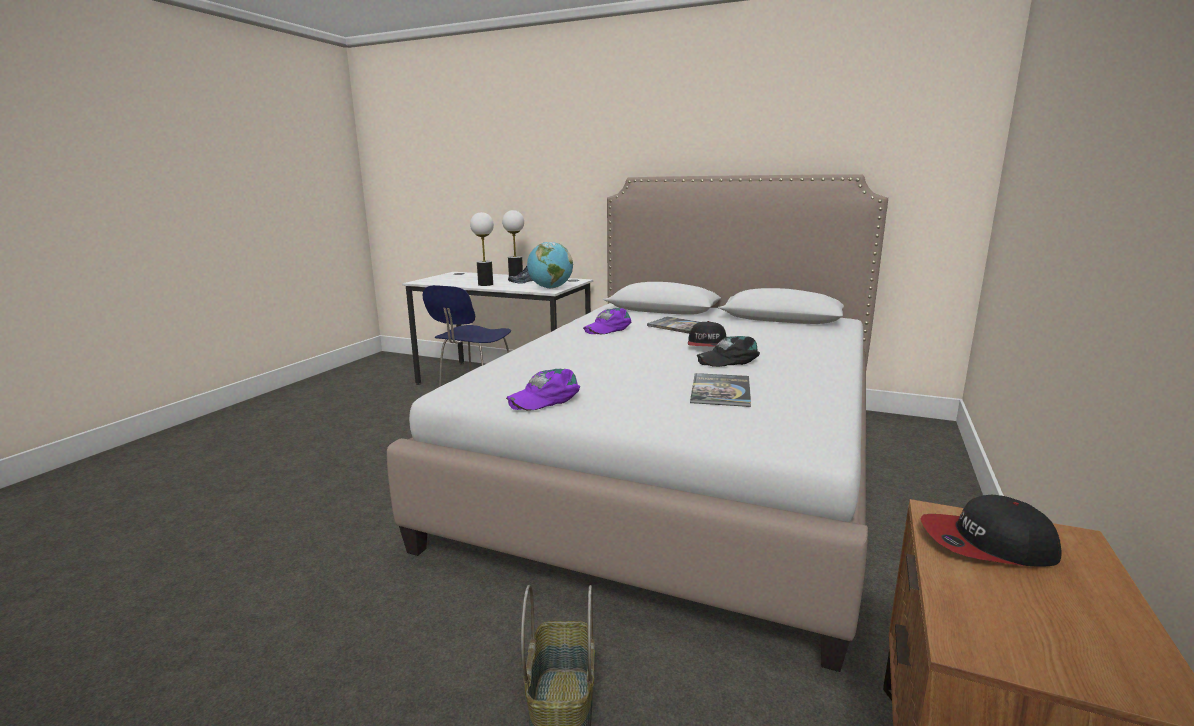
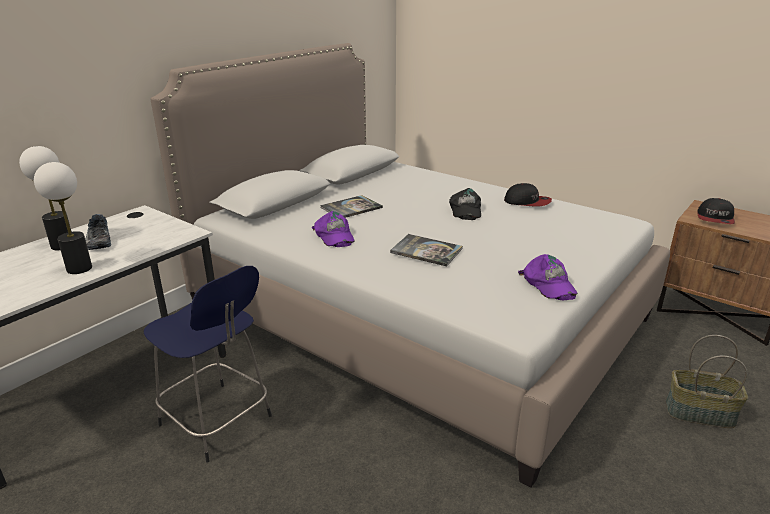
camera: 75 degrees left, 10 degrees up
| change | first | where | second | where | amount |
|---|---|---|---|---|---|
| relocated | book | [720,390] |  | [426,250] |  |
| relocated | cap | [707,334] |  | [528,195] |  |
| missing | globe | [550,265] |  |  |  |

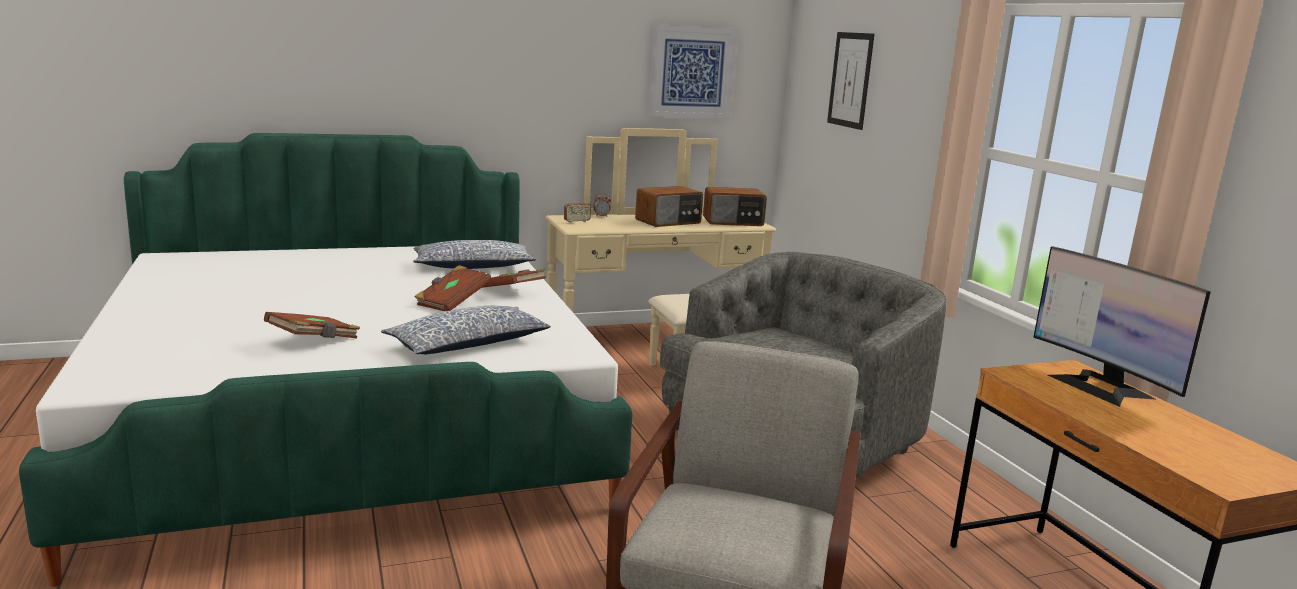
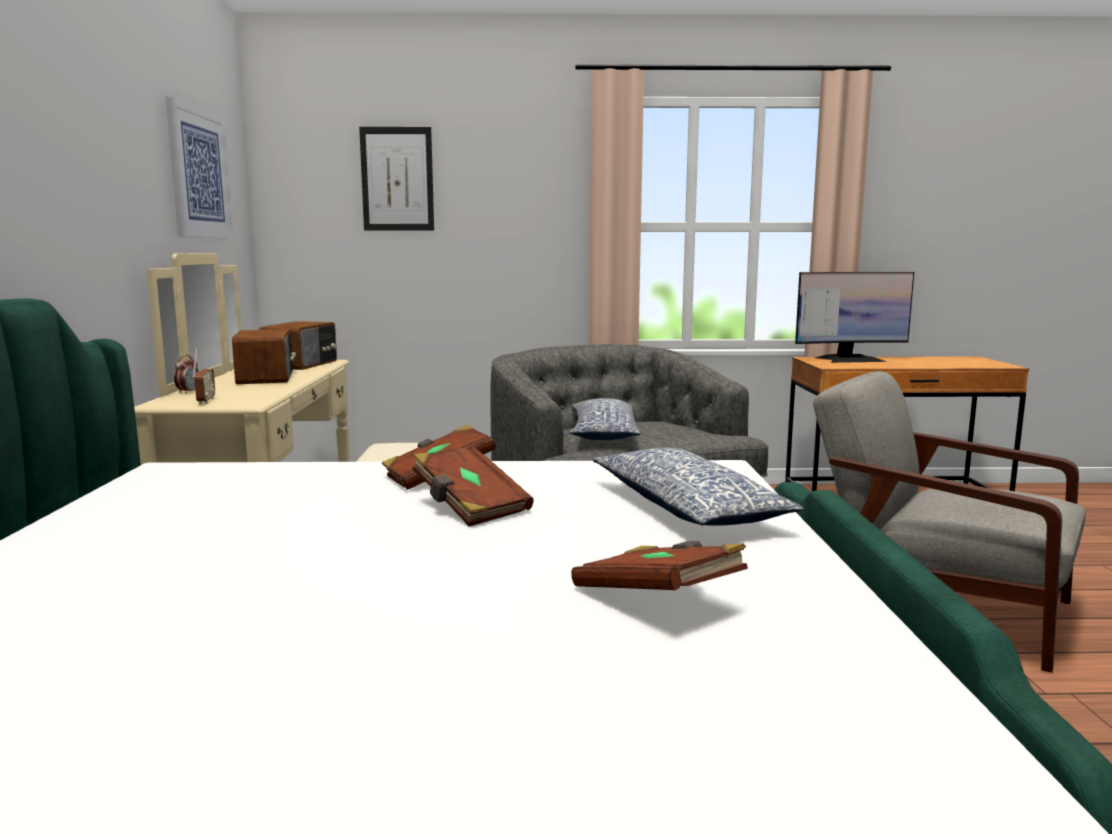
camera: 70 degrees left, 5 degrees down
| change | first | where | second | where | amount |
|---|---|---|---|---|---|
| relocated | pillow | [474,254] |  | [605,419] |  |

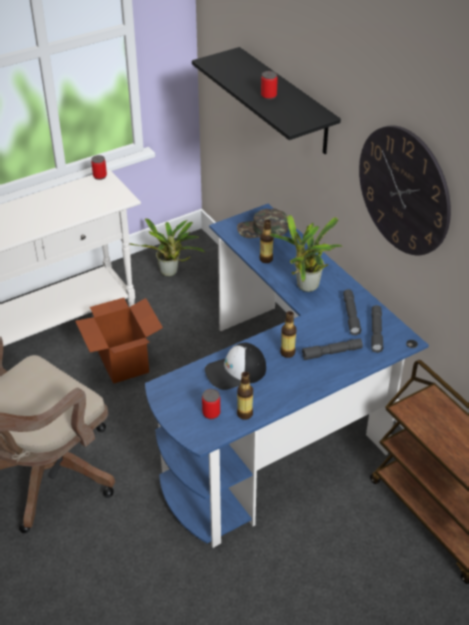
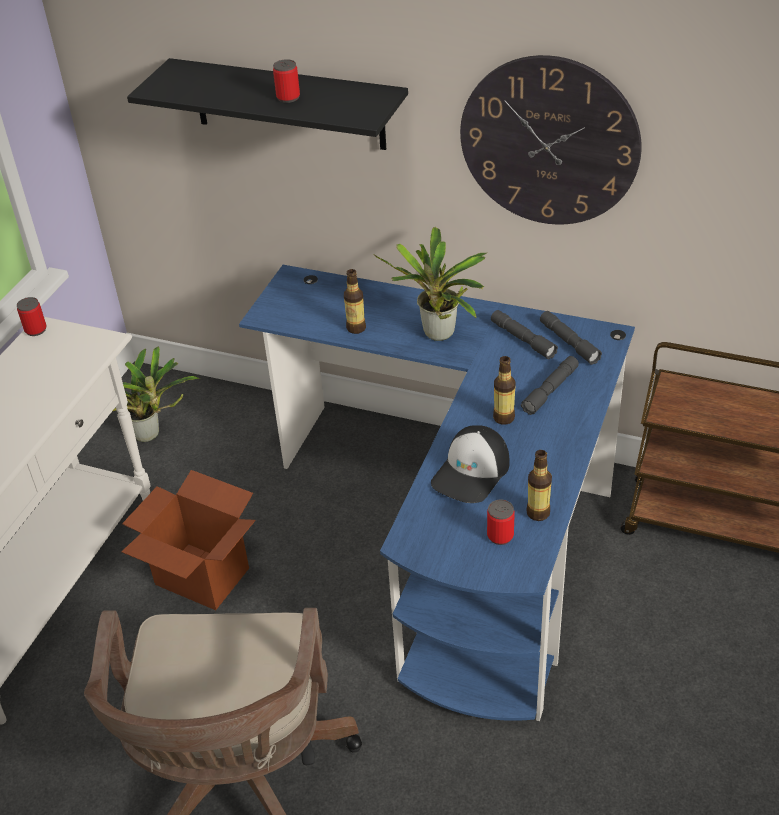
camera: 35 degrees left, 0 degrees up
| change | first | where | second | where | amount |
|---|---|---|---|---|---|
| missing | green cap | [263,223] |  |  |  |

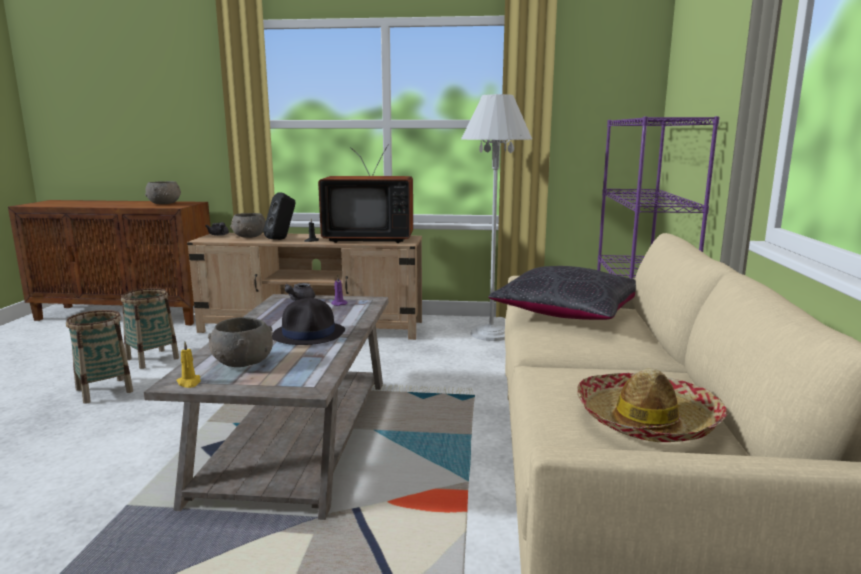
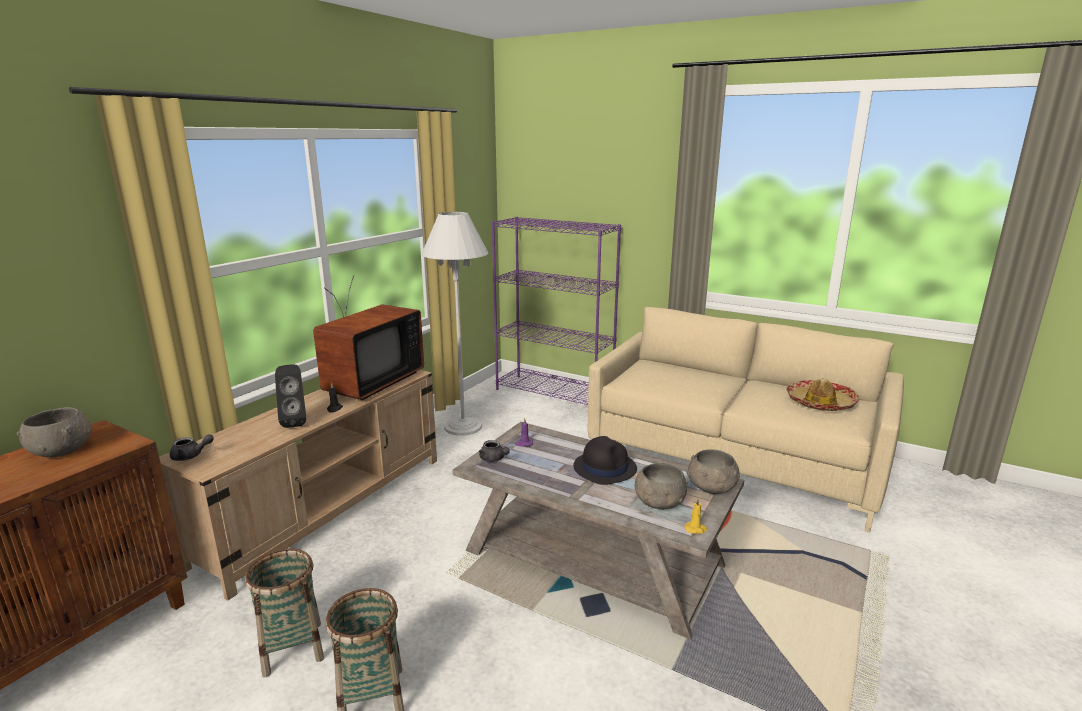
camera: 65 degrees left, 5 degrees up
| change | first | where | second | where | amount |
|---|---|---|---|---|---|
| relocated | grey bowl | [248,225] |  | [713,471] |  |
| missing | black pillow | [562,293] |  |  |  |

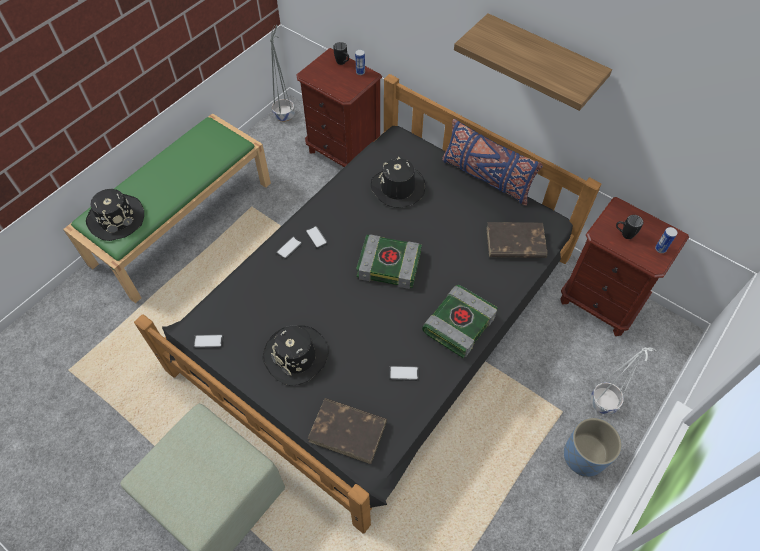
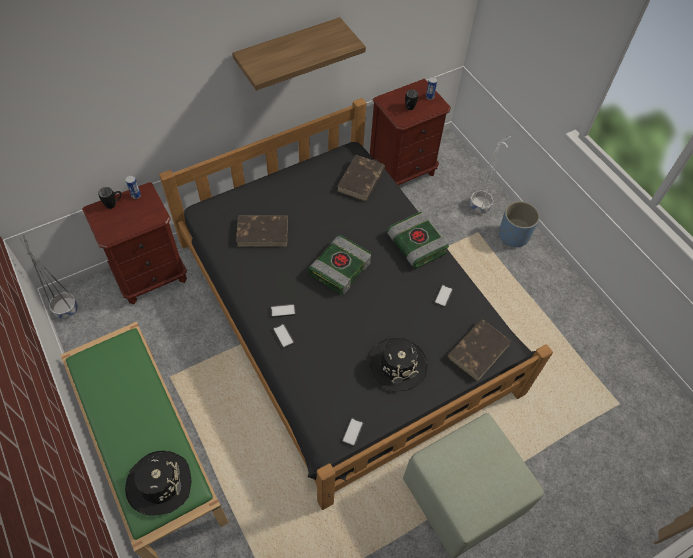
camera: 70 degrees left, 0 degrees up
| change | first | where | second | where | amount |
|---|---|---|---|---|---|
| exchanged | black hat | [398,182] | brown book | [262,231] |  |
| missing | blue pillow | [492,162] |  |  |  |

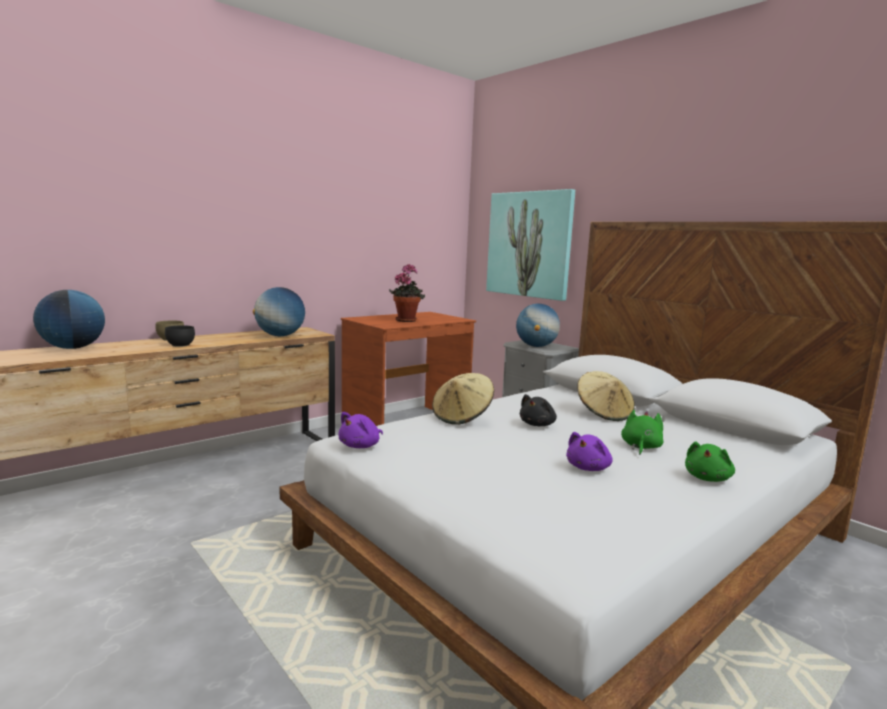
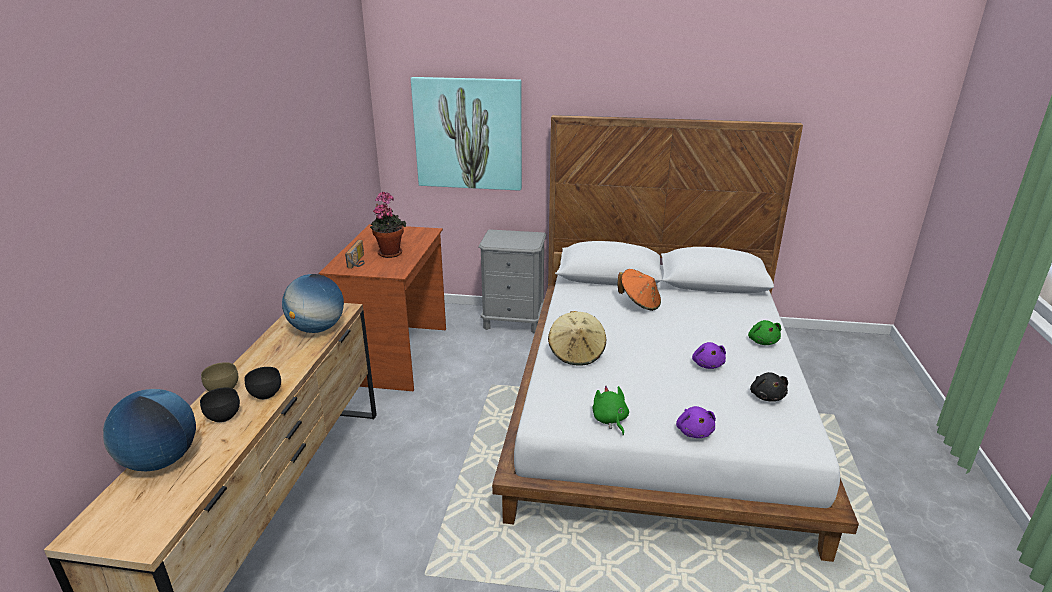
camera: 40 degrees left, 15 degrees up
| change | first | where | second | where | amount |
|---|---|---|---|---|---|
| appeared |  |  | black bowl | [220,405] |  |
| appeared |  |  | radio | [355,254] |  |
| relocated | green plush toy | [642,432] |  | [610,410] |  |
| colour | beige hat | [606,396] | orange hat | [639,290] |  |
| relocated | purple plush toy | [360,430] |  | [696,422] |  |
| relocated | black plush toy | [538,410] |  | [769,387] |  |
| missing | globe | [538,325] |  |  |  |

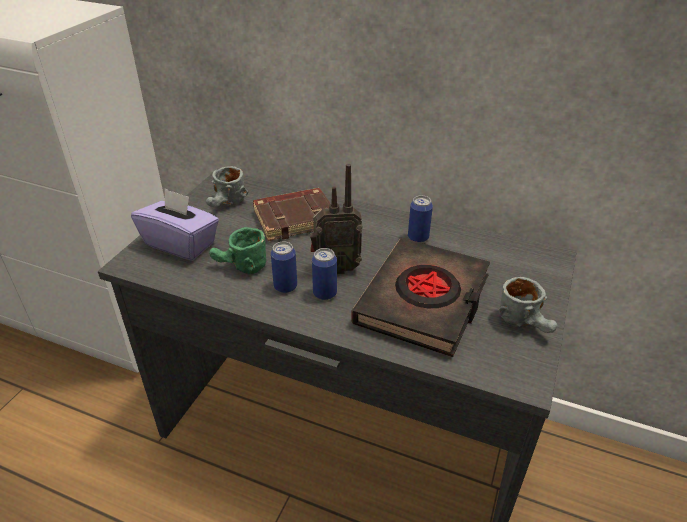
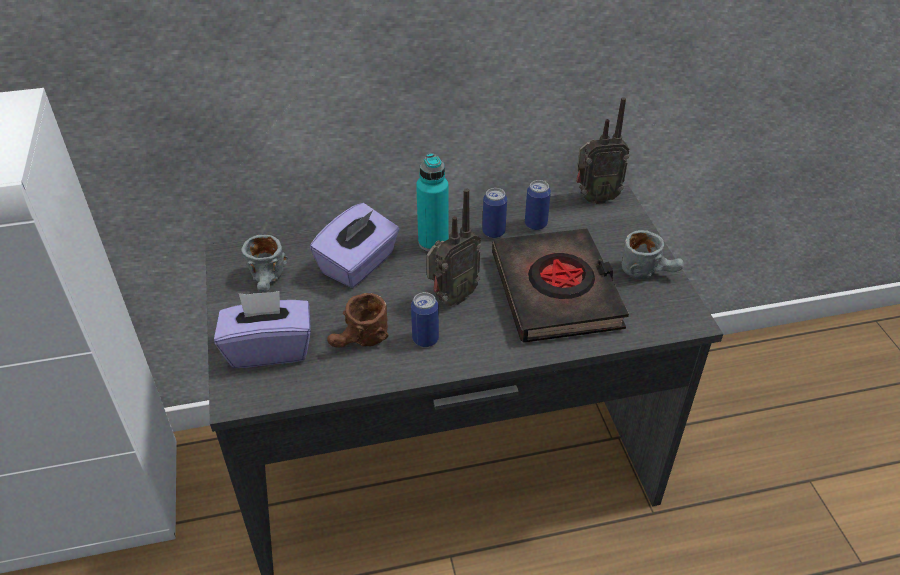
camera: 35 degrees left, 5 degrees up
| change | first | where | second | where | amount |
|---|---|---|---|---|---|
| exchanged | brown book | [291,214] | purple tissue box | [355,245] |  |
| colour | green mug | [237,250] | brown mug | [357,320] |  |
| appeared |  |  | turquoise bottle | [432,202] |  |
| relocated | can | [324,274] |  | [538,205] |  |
| appeared |  |  | radio | [603,150] |  |

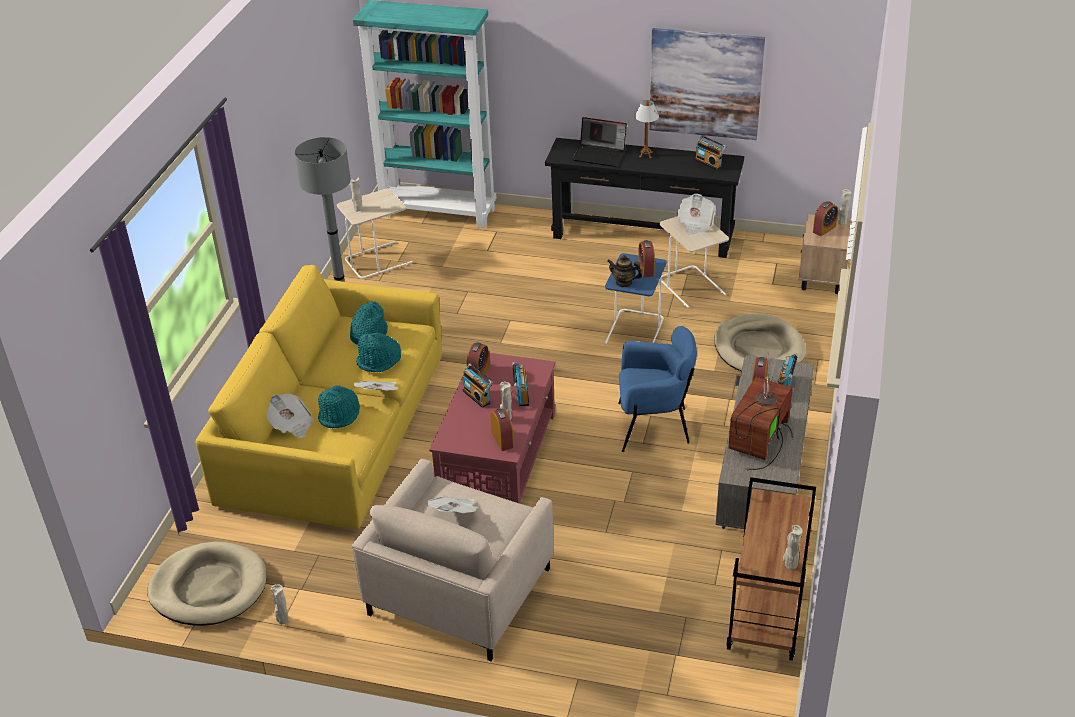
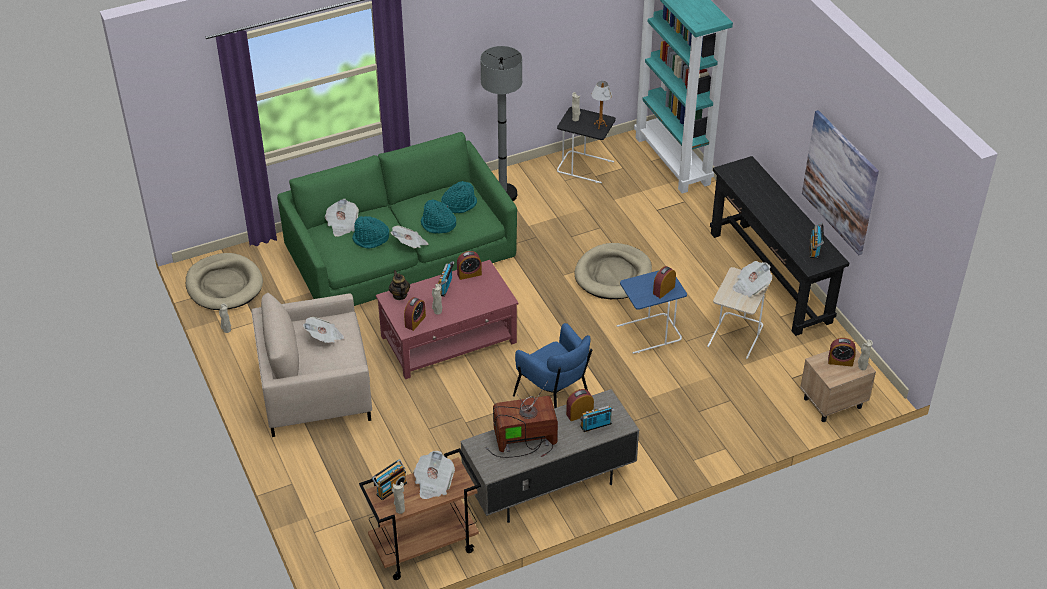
camera: 50 degrees right, 5 degrees up
| change | first | where | second | where | amount |
|---|---|---|---|---|---|
| colour | yellow sofa | [318,397] | green sofa | [397,219] |  |
| relocated | radio | [520,383] |  | [389,479] |  |
| relocated | teapot | [624,271] |  | [399,285] |  |
| appeared |  |  | newspaper | [434,475] |  |
| colour | beige side table | [375,234] | black side table | [586,145] |  |
| relocated | beige dog bed | [760,342] |  | [613,271] |  |
| relocated | table lamp | [647,129] |  | [601,105] |  |
| missing | laptop | [599,142] |  |  |  |

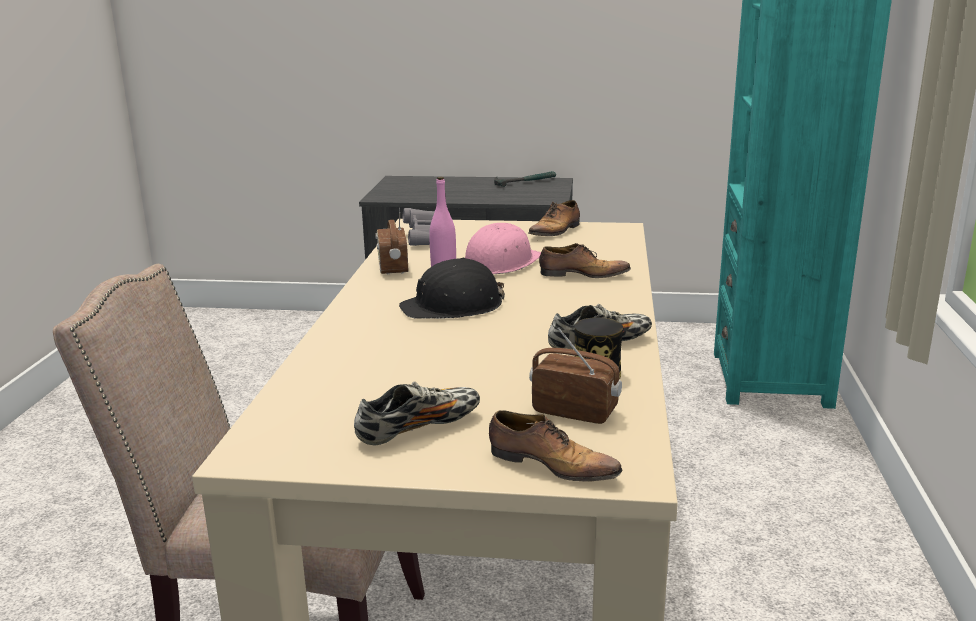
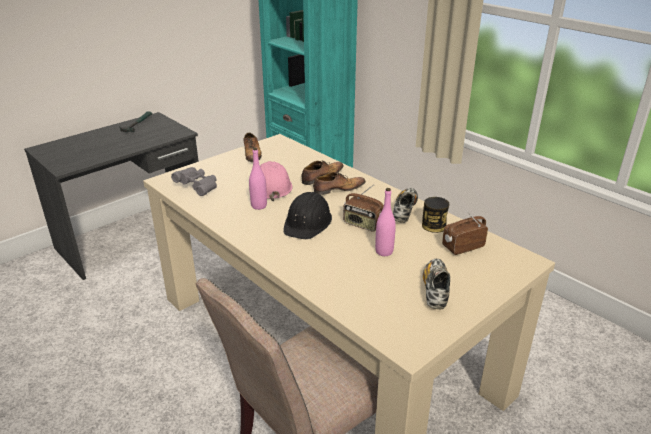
camera: 50 degrees left, 10 degrees up
| change | first | where | second | where | amount |
|---|---|---|---|---|---|
| relocated | shoe | [556,445] |  | [339,183] |  |
| relocated | radio | [391,240] |  | [363,208] |  |
| appeared |  |  | pink bottle | [385,222] |  |

